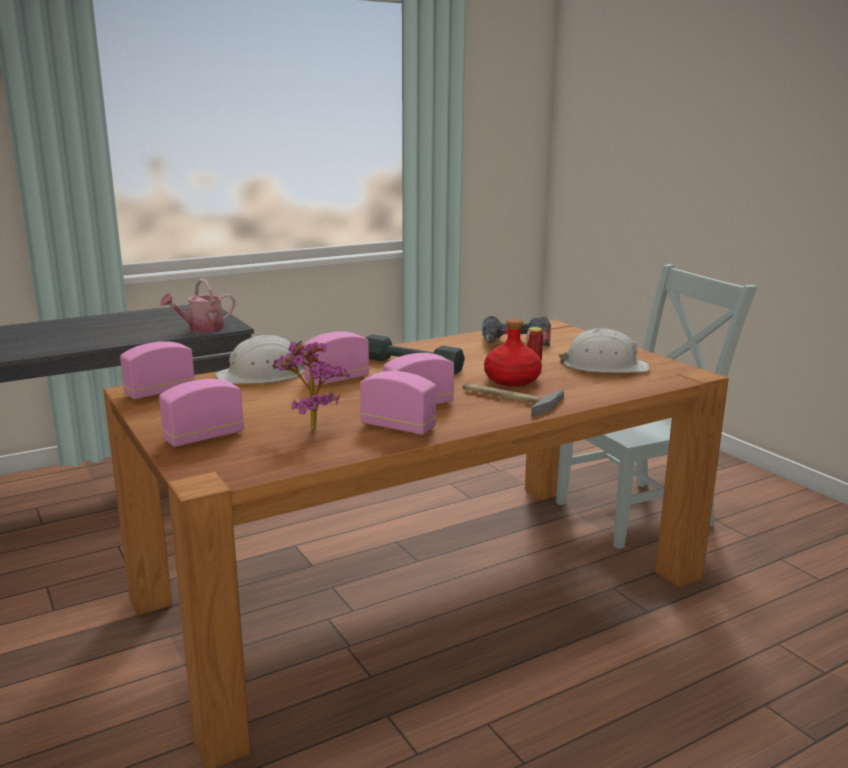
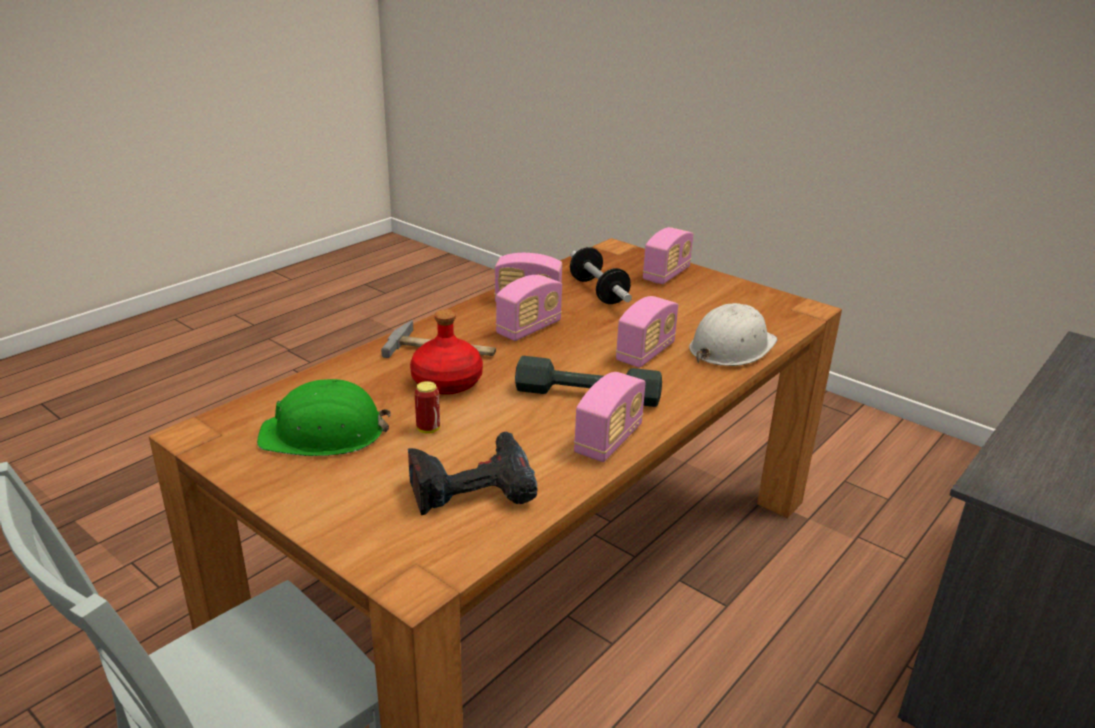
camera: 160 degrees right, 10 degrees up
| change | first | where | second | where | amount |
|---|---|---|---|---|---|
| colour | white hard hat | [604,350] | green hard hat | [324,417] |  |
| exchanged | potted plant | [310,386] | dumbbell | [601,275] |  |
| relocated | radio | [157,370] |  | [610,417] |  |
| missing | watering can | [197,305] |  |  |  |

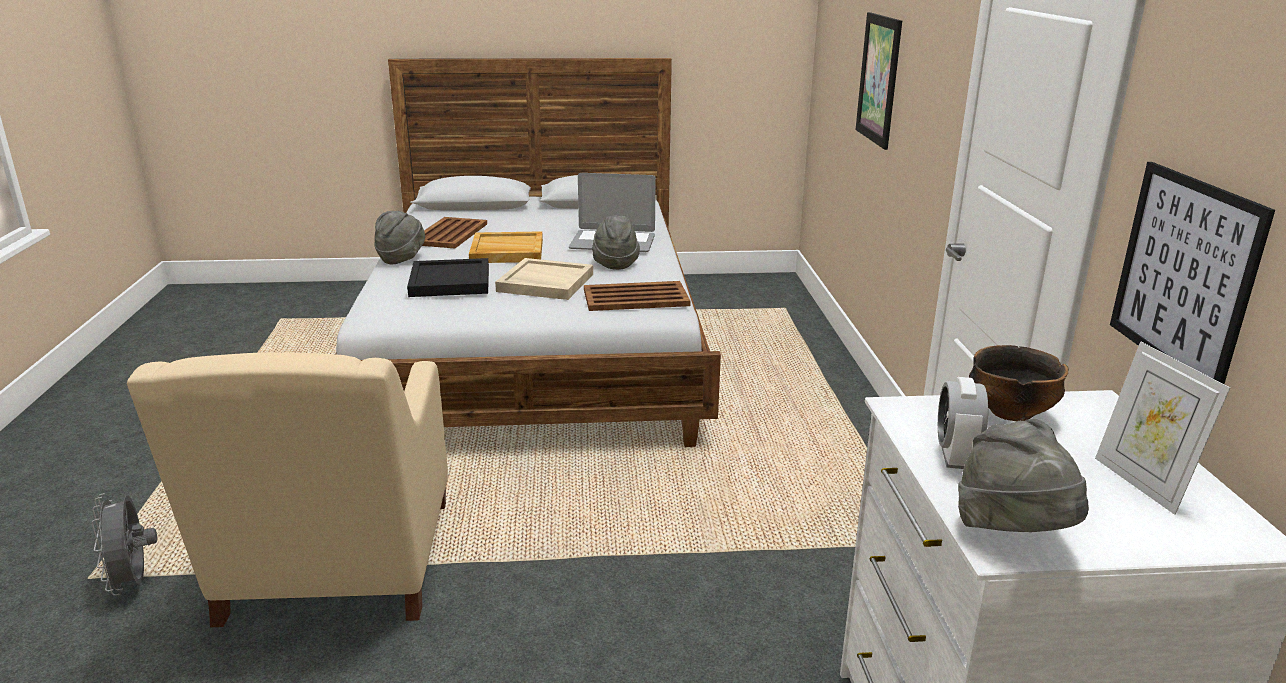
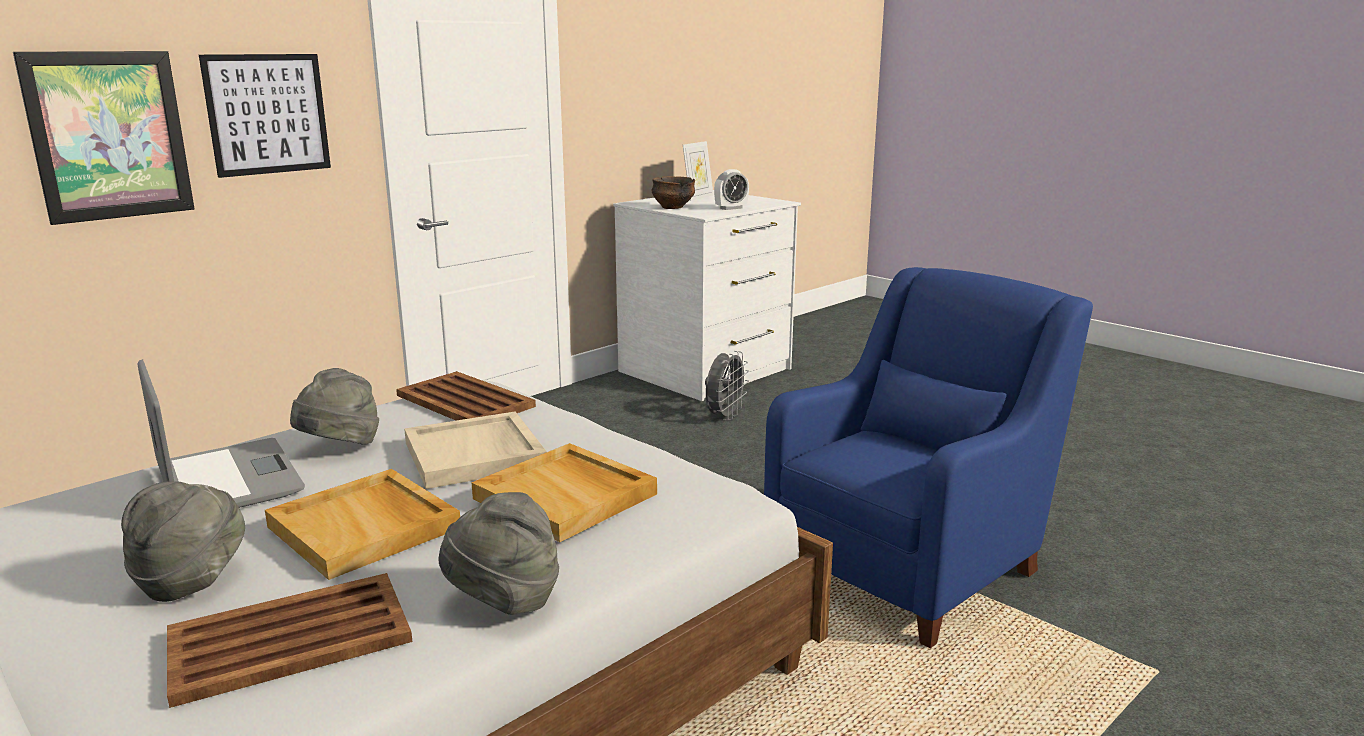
camera: 130 degrees left, 5 degrees down
| change | first | where | second | where | amount |
|---|---|---|---|---|---|
| relocated | grey hat | [1023,475] |  | [183,541] |  |
| relocated | picture | [1192,273] |  | [265,116] |  |
| colour | black tray | [448,277] | beige tray | [564,492] |  |
| relocated | grey fan | [124,544] |  | [727,385] |  |
| colour | beige armchair | [287,489] | blue armchair | [928,457] |  |

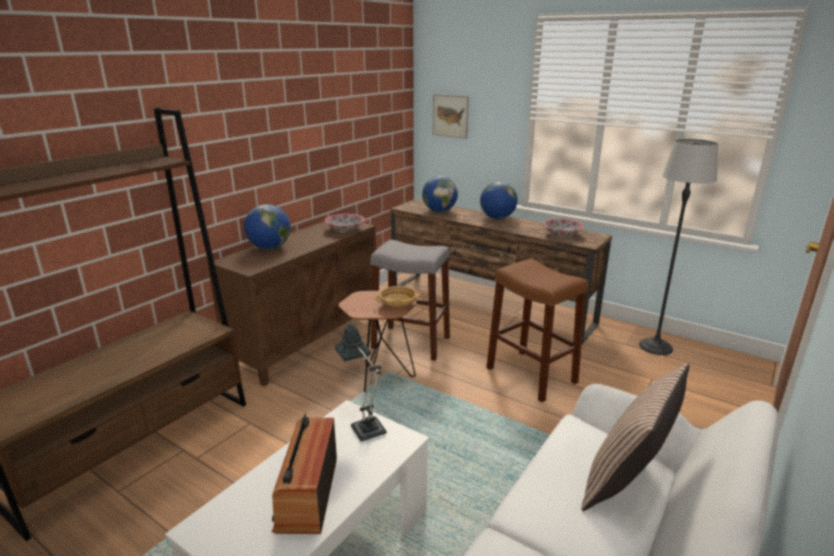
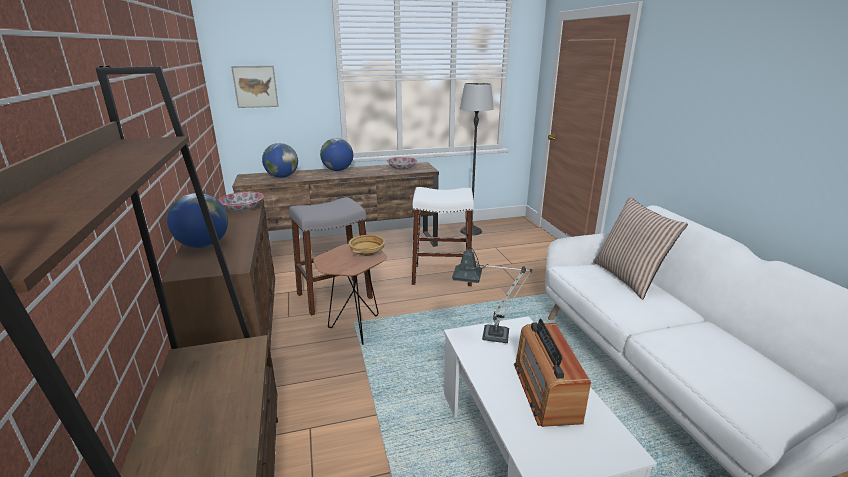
camera: 50 degrees left, 0 degrees up
| change | first | where | second | where | amount |
|---|---|---|---|---|---|
| colour | brown stool | [537,330] | white stool | [443,236] |  |
| spun | radio | [304,473] |  | [552,373] | 45 degrees clockwise |

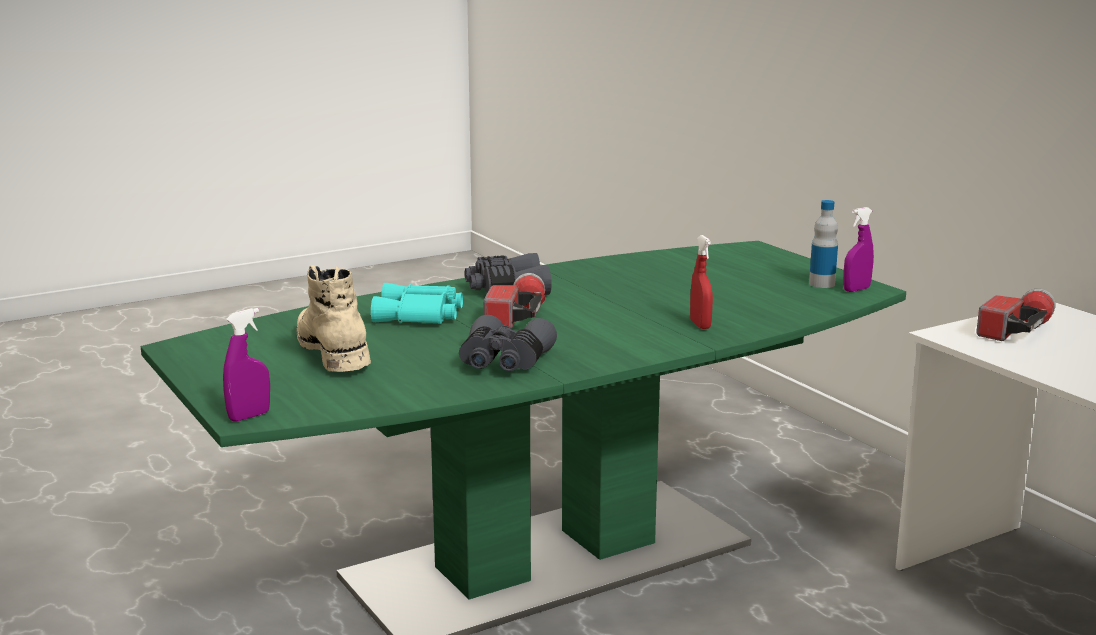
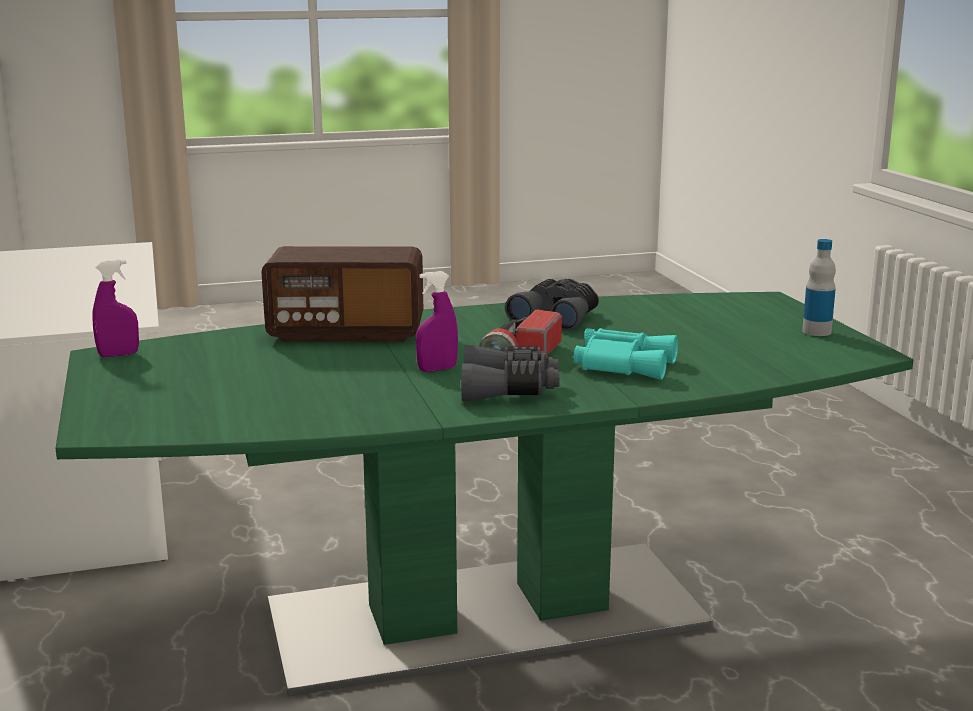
camera: 165 degrees left, 0 degrees up
| change | first | where | second | where | amount |
|---|---|---|---|---|---|
| exchanged | red spray bottle | [701,282] | radio | [342,294] |  |
| relocated | purple spray bottle | [246,365] |  | [437,321] |  |
| relocated | bottle | [823,244] |  | [819,287] |  |
| missing | beige boot | [334,318] |  |  |  |
| missing | flashlight | [1016,315] |  |  |  |

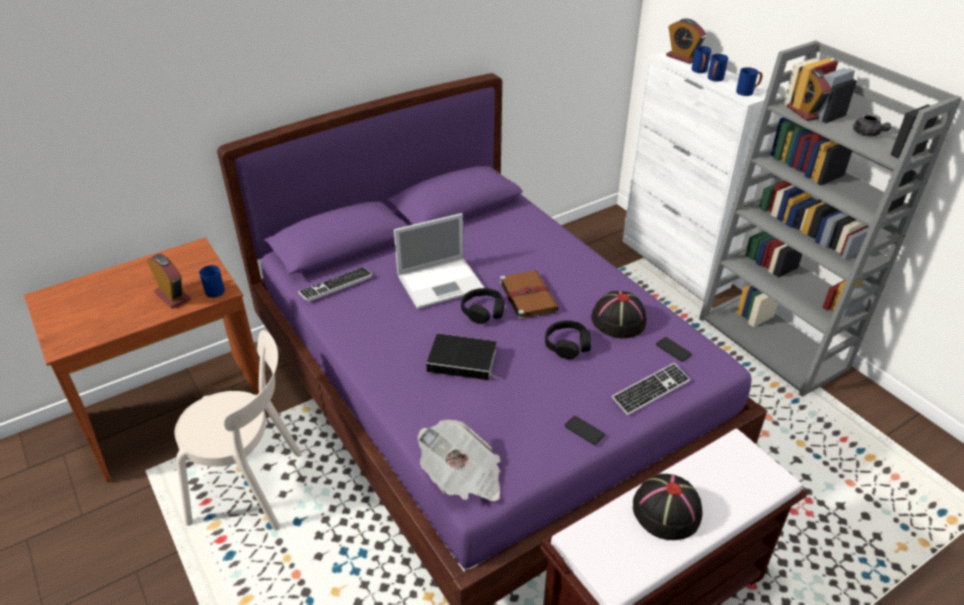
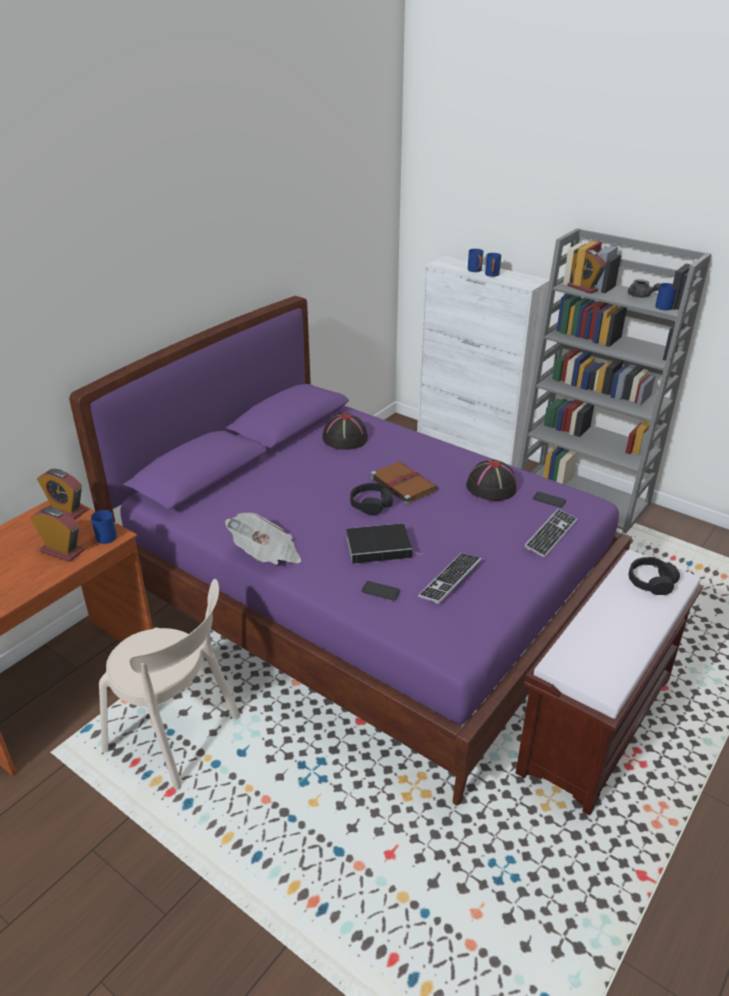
camera: 20 degrees left, 5 degrees down
| change | first | where | second | where | amount |
|---|---|---|---|---|---|
| relocated | alarm clock | [686,41] |  | [62,494] |  |
| spun | beige chair | [238,430] |  | [170,684] | 45 degrees clockwise |
| relocated | newspaper | [459,460] |  | [263,539] |  |
| relocated | black hat | [667,507] |  | [345,431] |  |
| relocated | phone | [585,430] |  | [381,591] |  |
| relocated | keyboard | [335,284] |  | [450,578] |  |
| relocated | black headphones | [568,339] |  | [654,576] |  |
| relocated | blue mug | [749,81] |  | [666,296] |  |
| missing | laptop | [439,261] |  |  |  |

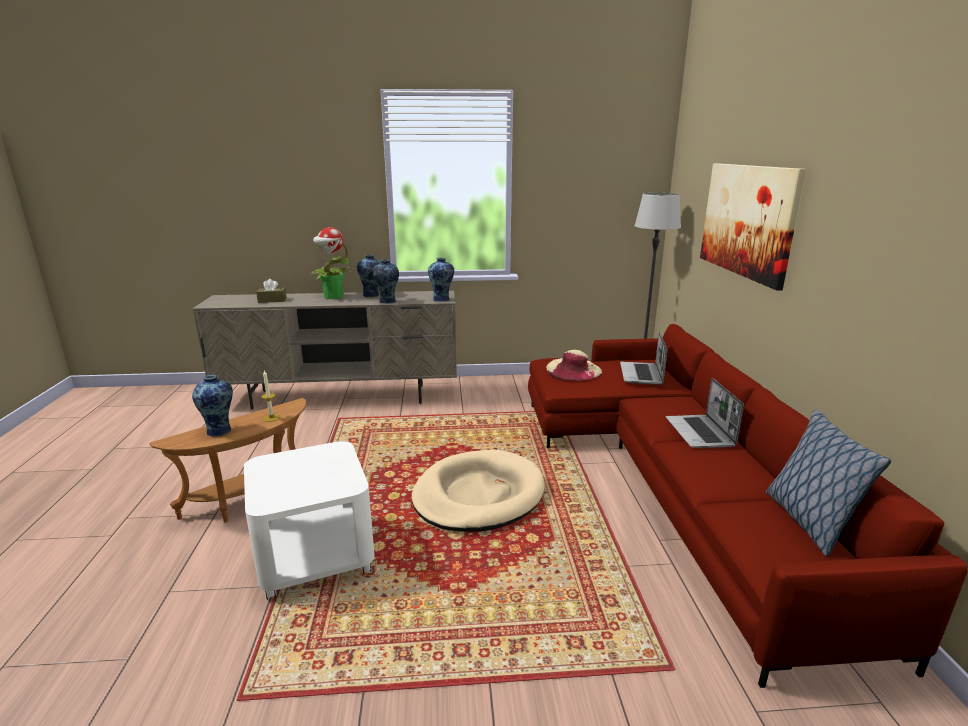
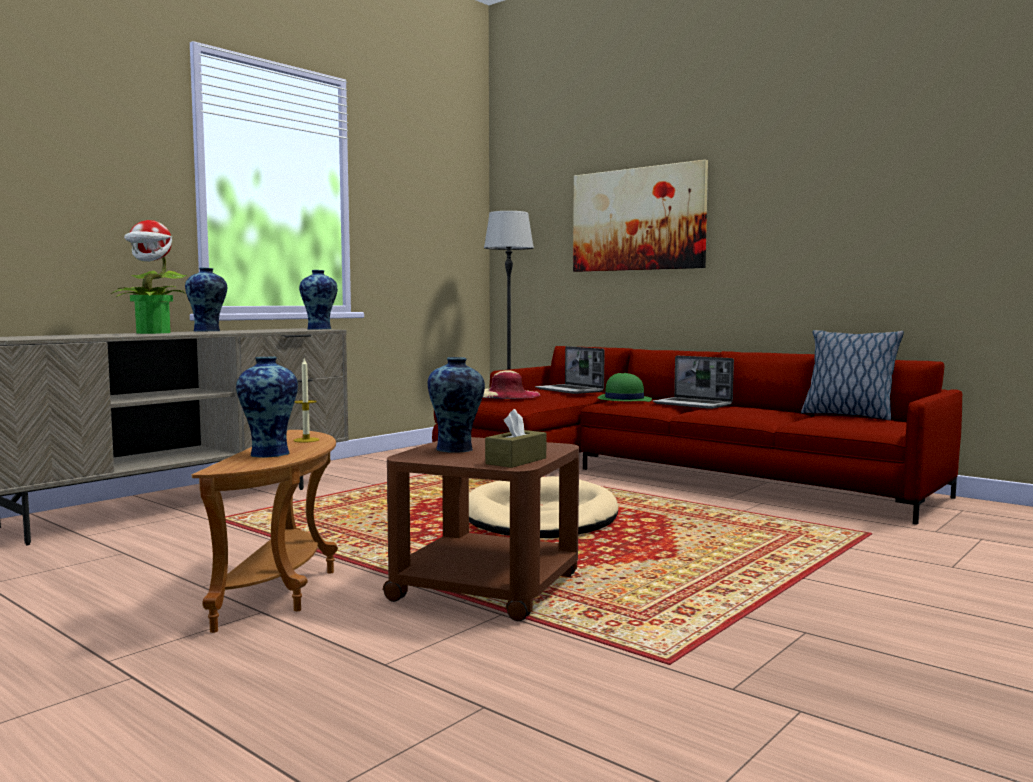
camera: 45 degrees left, 15 degrees down
| change | first | where | second | where | amount |
|---|---|---|---|---|---|
| colour | white side table | [309,520] | brown side table | [481,529] |  |
| relocated | vase | [386,281] |  | [456,405] |  |
| relocated | brown tissue box | [271,291] |  | [515,438] |  |
| appeared |  |  | green hat | [624,387] |  |

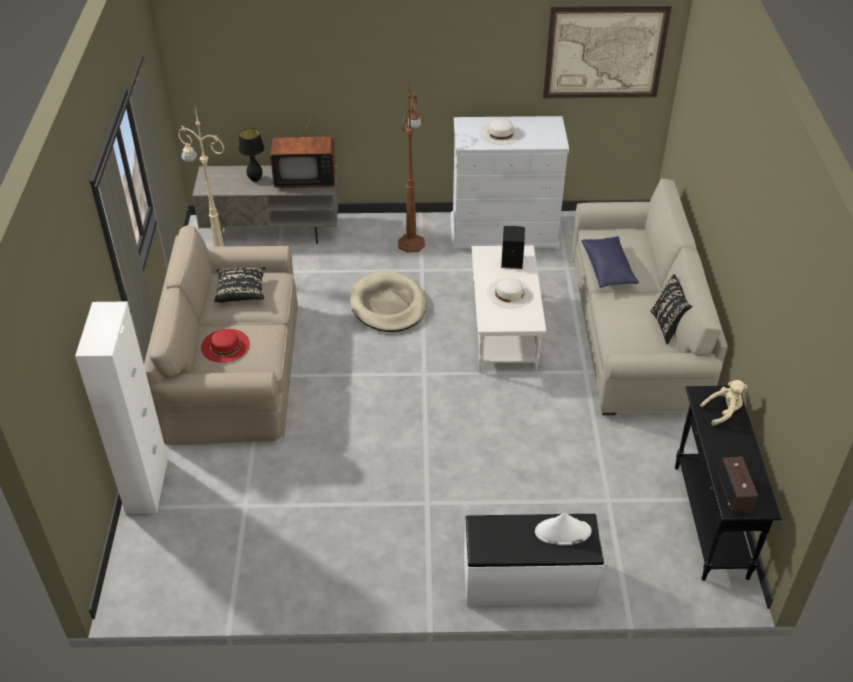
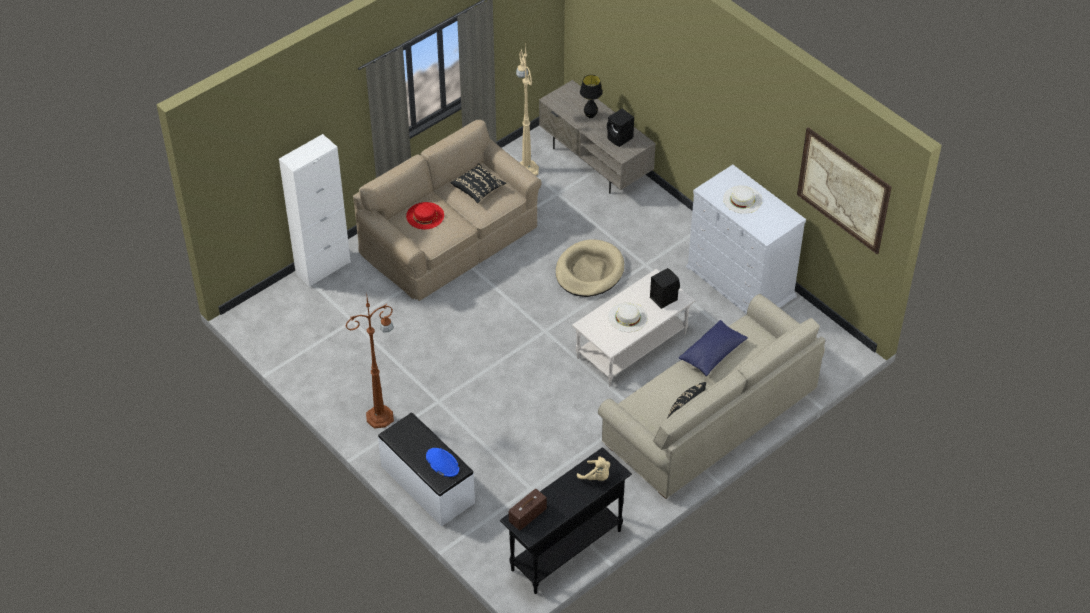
camera: 50 degrees right, 5 degrees up
| change | first | where | second | where | amount |
|---|---|---|---|---|---|
| relocated | brown floor lamp | [411,165] |  | [369,360] |  |
| colour | white hat | [563,529] | blue hat | [442,462] |  |
| exchanged | television | [302,151] | black speaker | [620,127] |  |

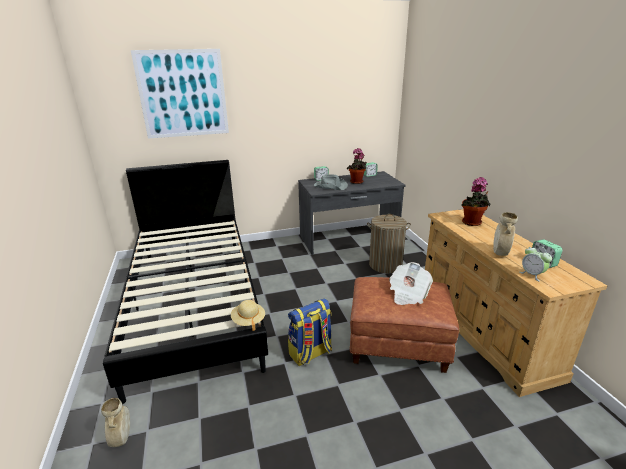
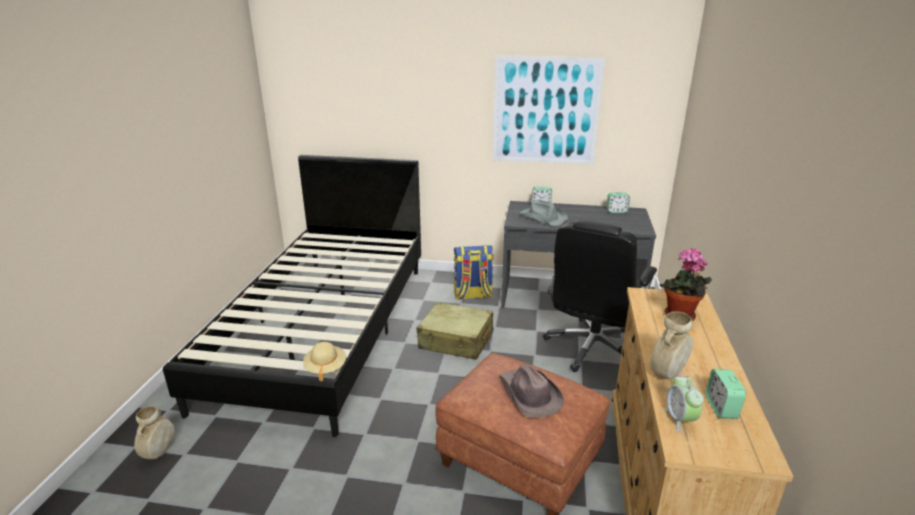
camera: 25 degrees right, 0 degrees up
| change | first | where | second | where | amount |
|---|---|---|---|---|---|
| appeared |  |  | beige suitcase | [455,331] |  |
| relocated | backpack | [310,332] |  | [473,272] |  |
| relocated | picture | [180,94] |  | [548,110] |  |
| exchanged | newspaper | [411,283] | brown hat | [531,391] |  |
| exchanged | laundry basket | [389,243] | black office chair | [600,296] |  |
| missing | potted plant | [357,166] |  |  |  |

